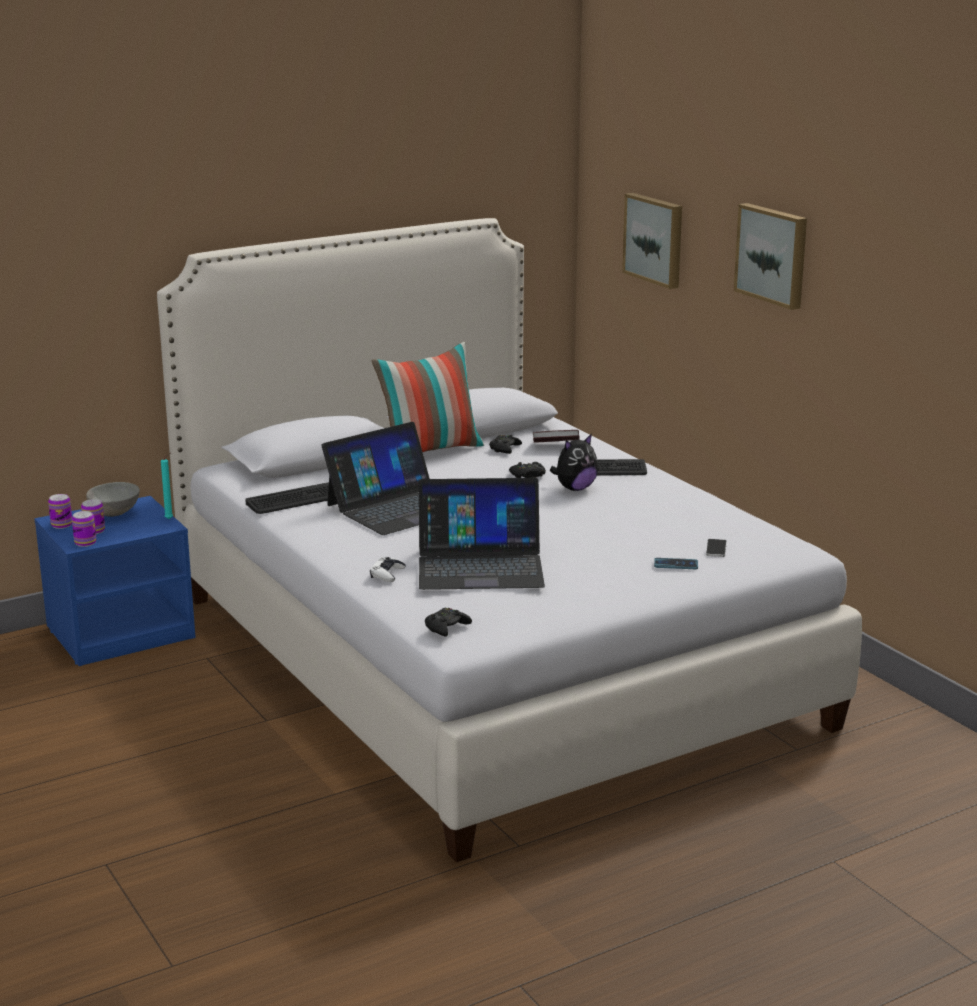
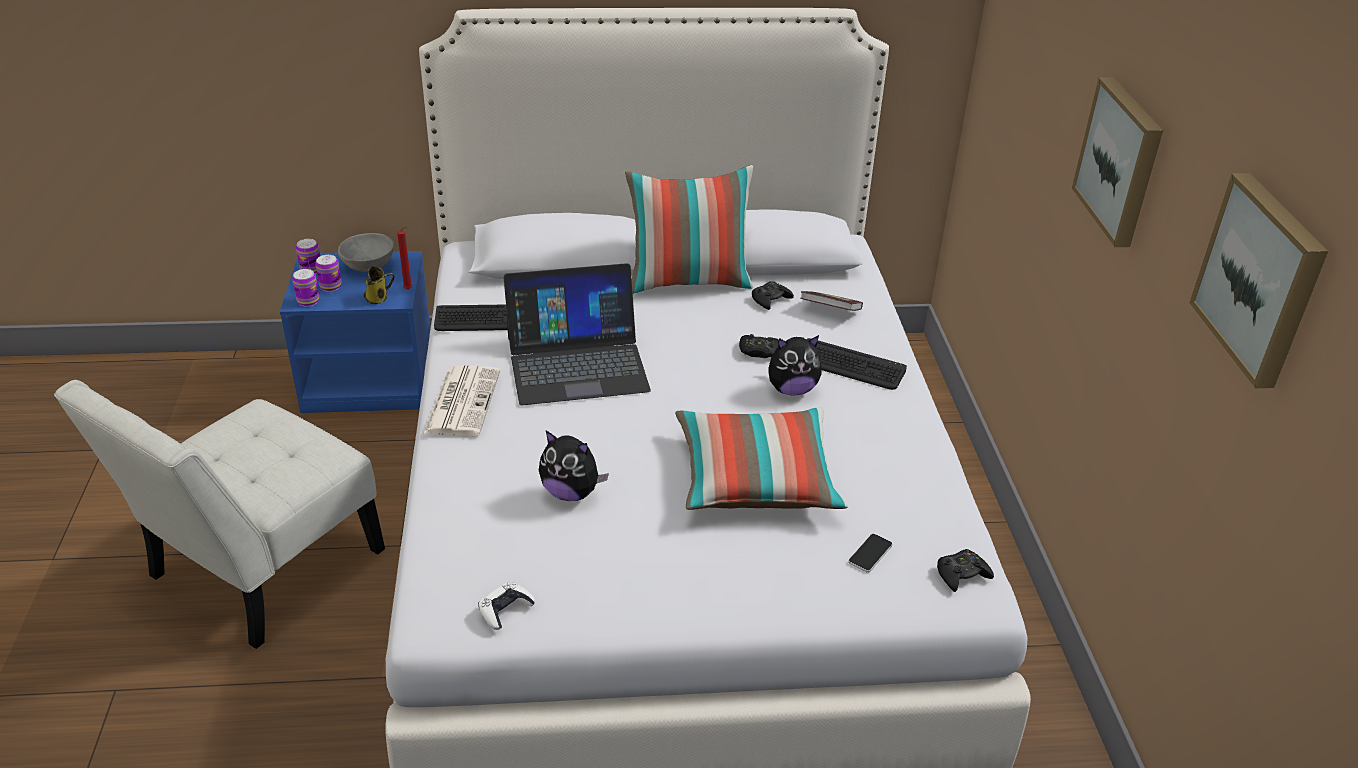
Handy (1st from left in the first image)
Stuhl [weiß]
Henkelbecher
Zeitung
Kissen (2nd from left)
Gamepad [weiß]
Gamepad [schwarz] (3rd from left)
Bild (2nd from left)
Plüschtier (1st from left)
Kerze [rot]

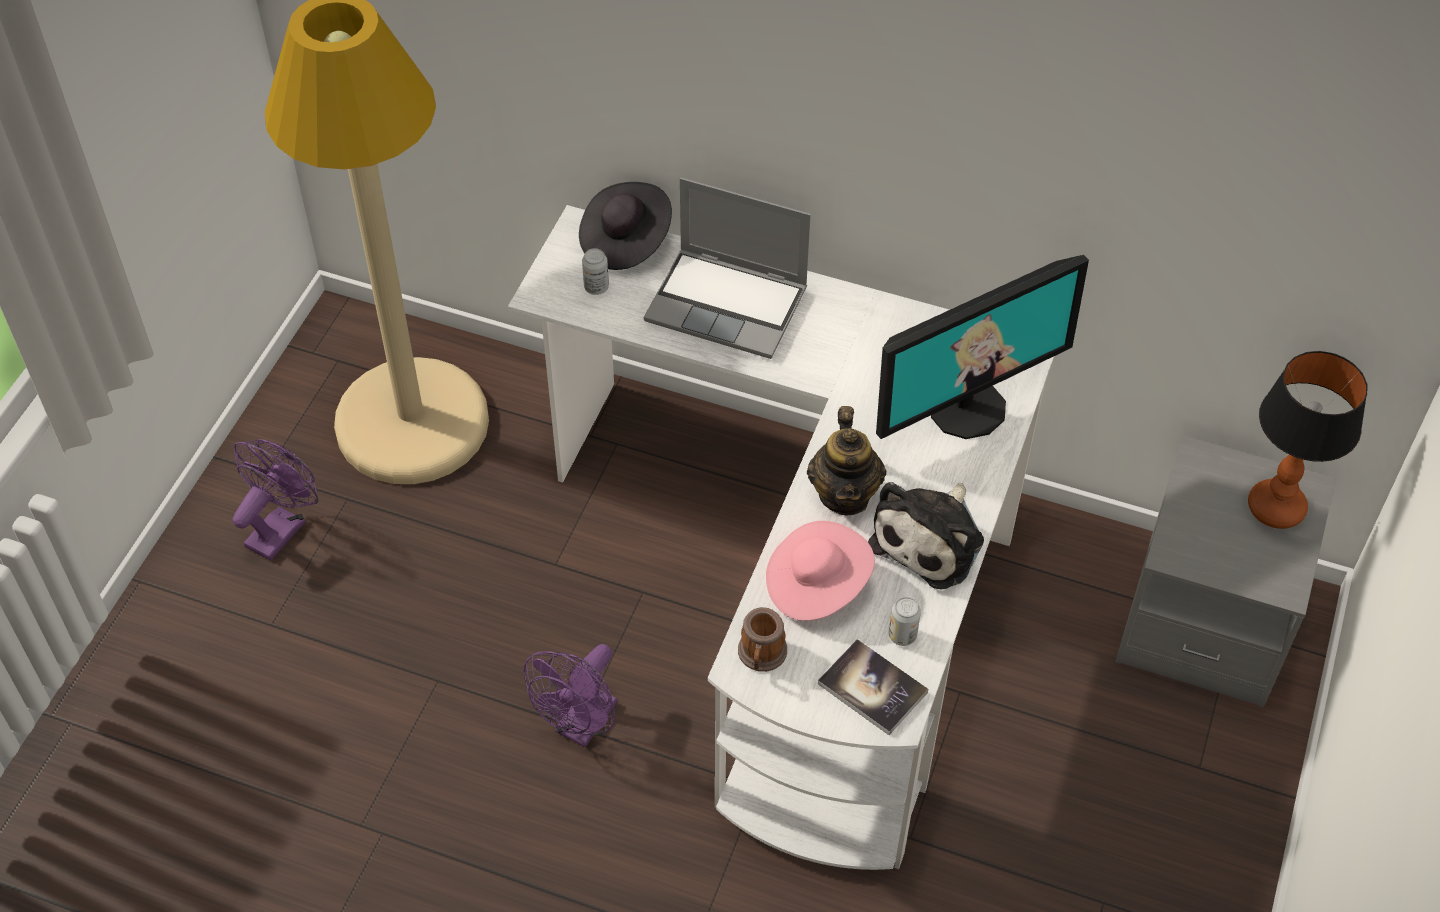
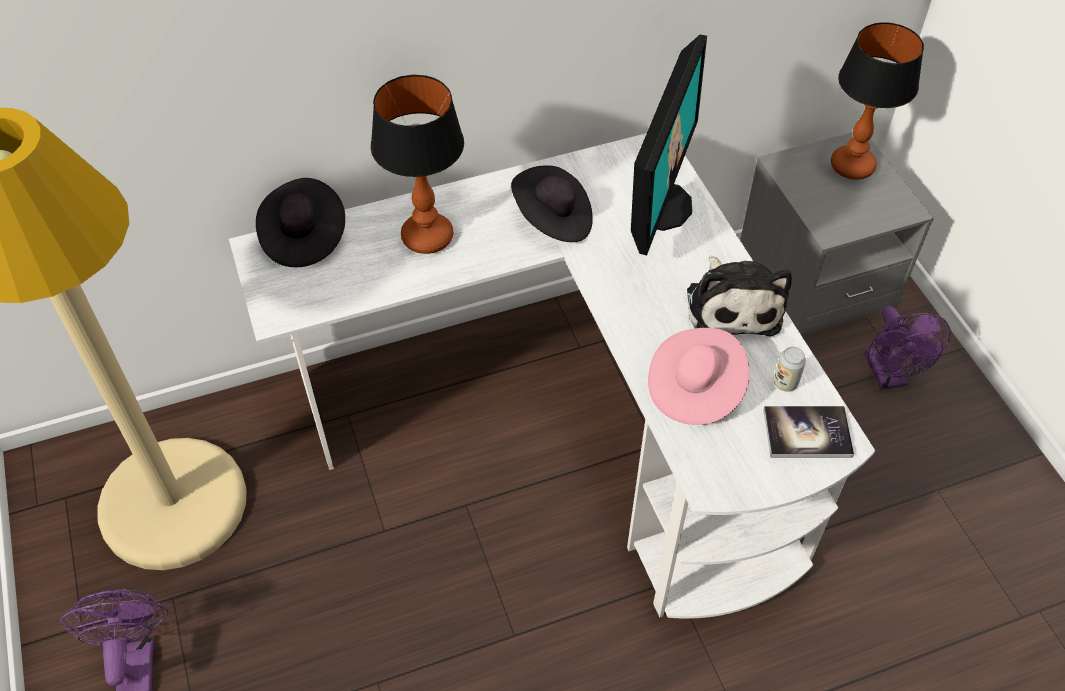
Dose (1st from left in the first image)
Henkelbecher
Teekanne
Hut [schwarz] (2nd from left)
Ventilator [lila] (2nd from left)
Tischlampe (1st from left)

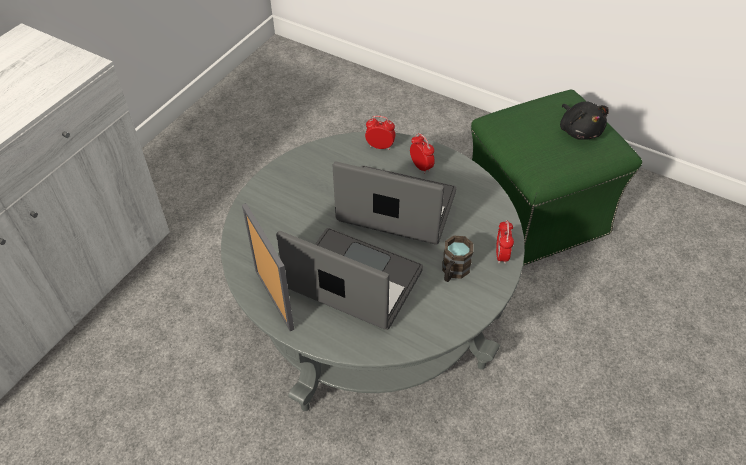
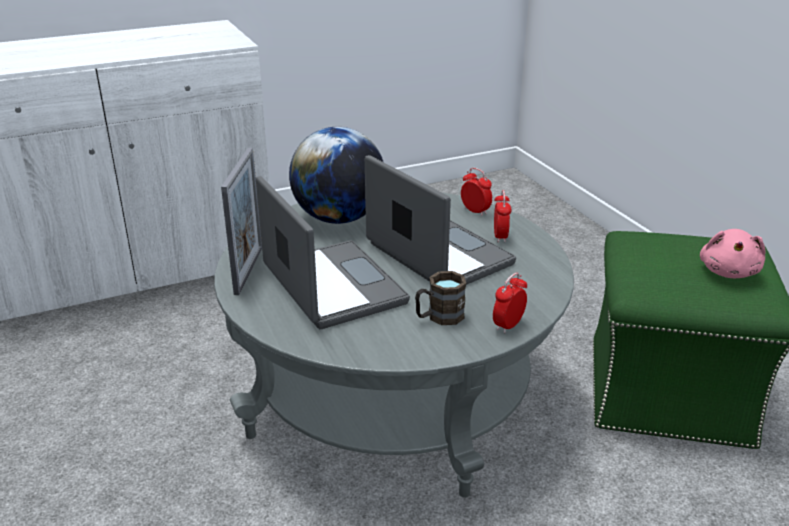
Globus
Plüschtier [rosa]

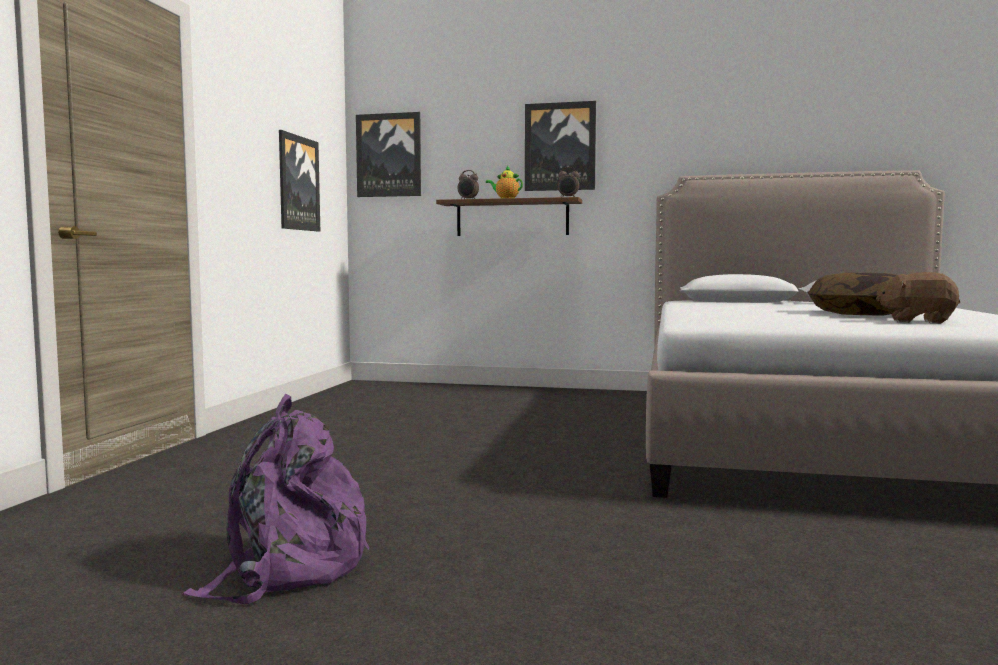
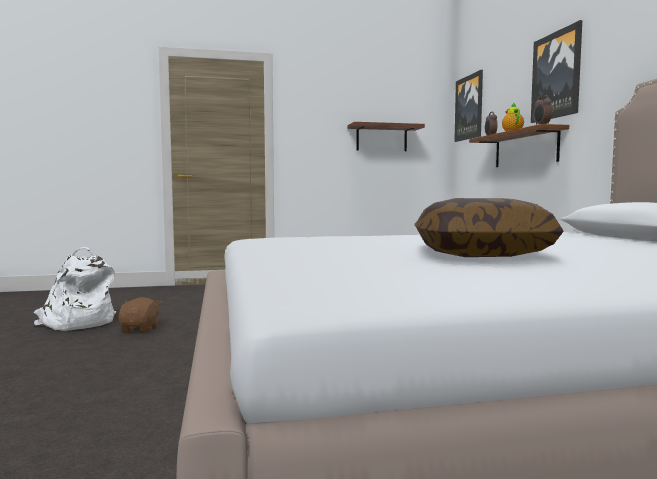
Plüschtier [braun]
Wandregal [braun] (1st from left)
Rucksack [weiß]

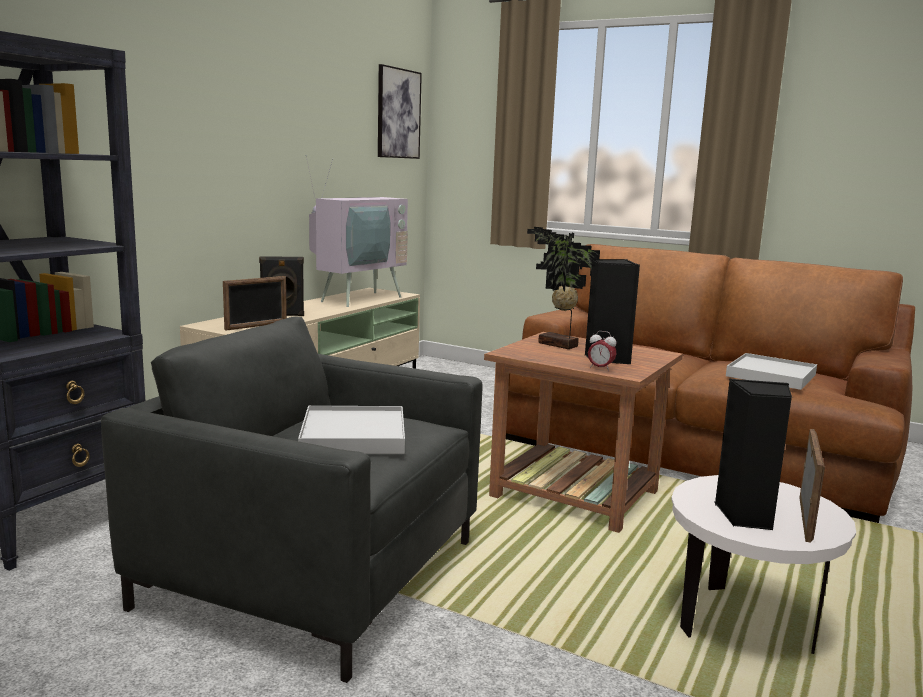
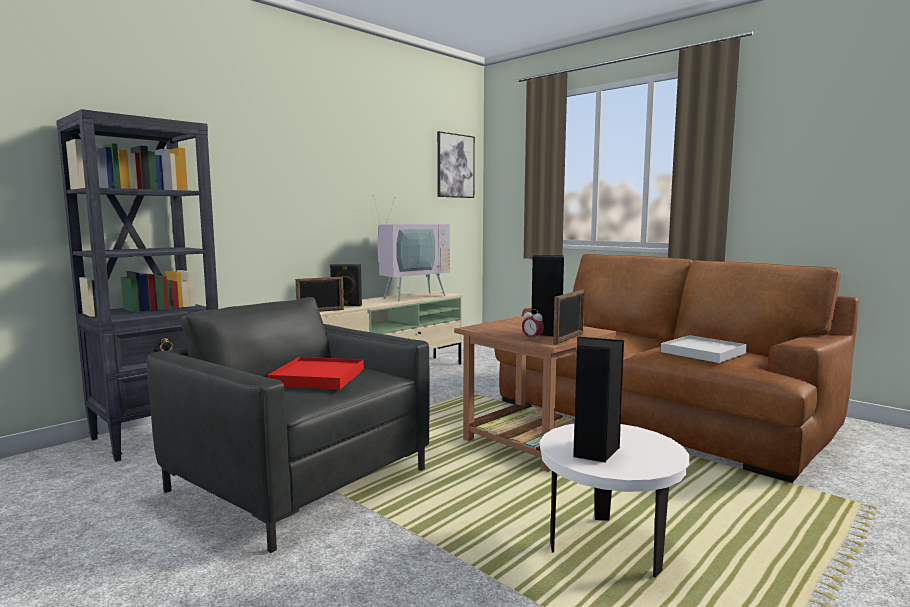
Topfpflanze
Bilderrahmen (2nd from left)
Tablett [rot]

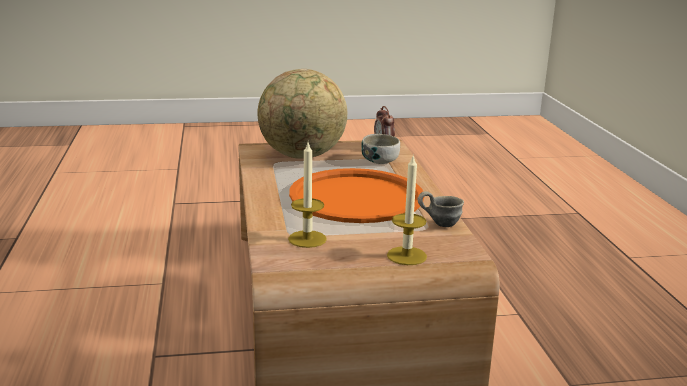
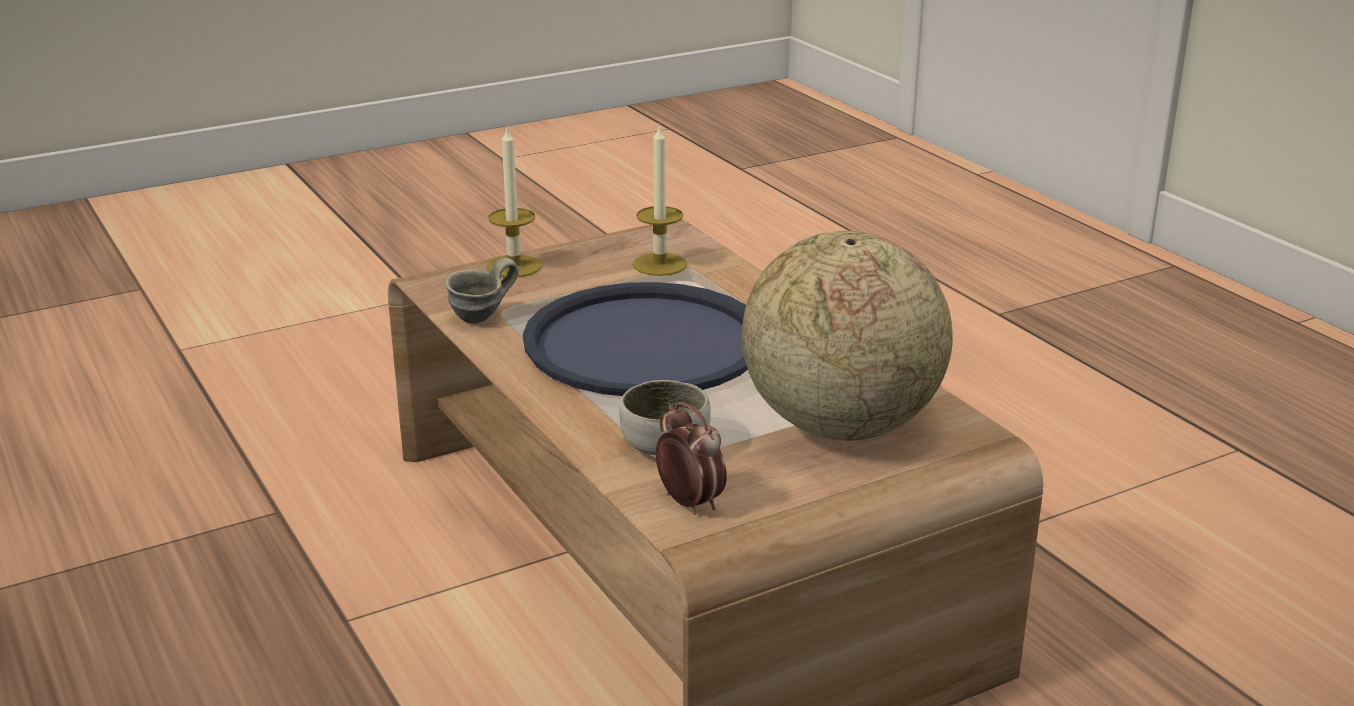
Tablett [blau]

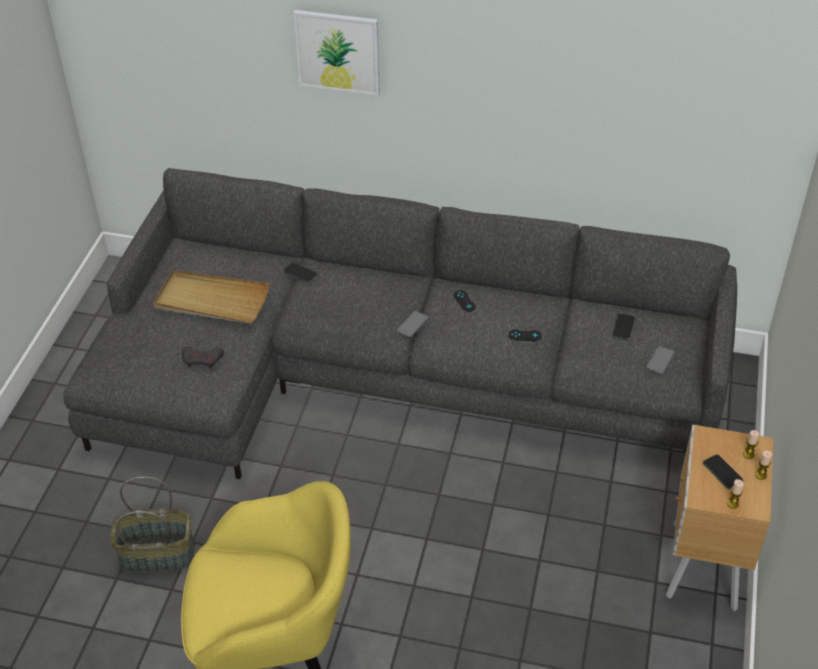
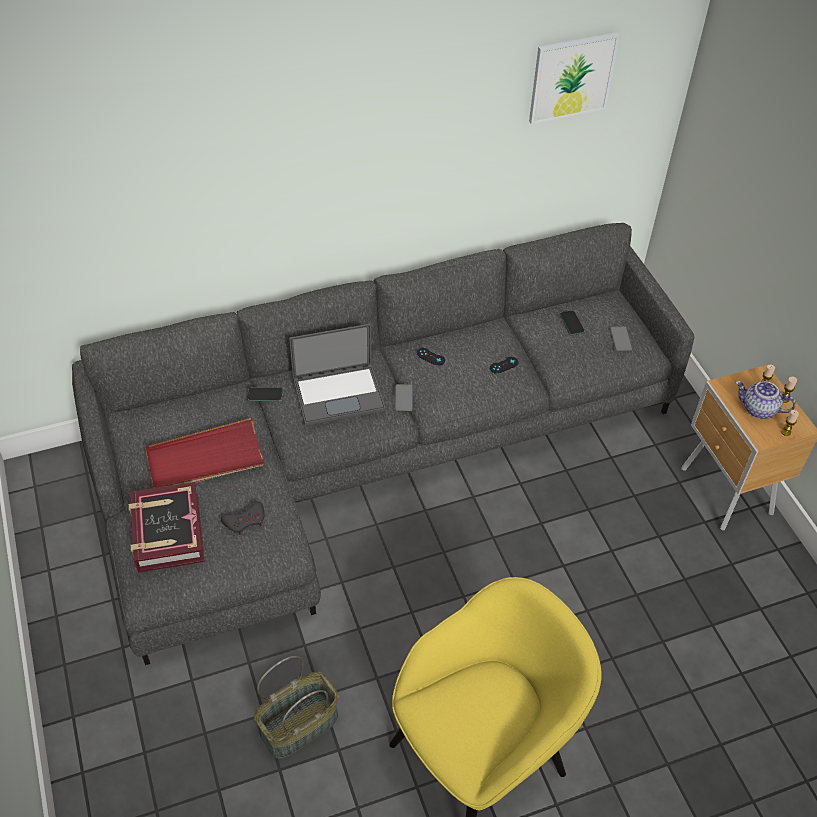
Buch
Laptop
Bild
Teekanne
Tablett [rot]

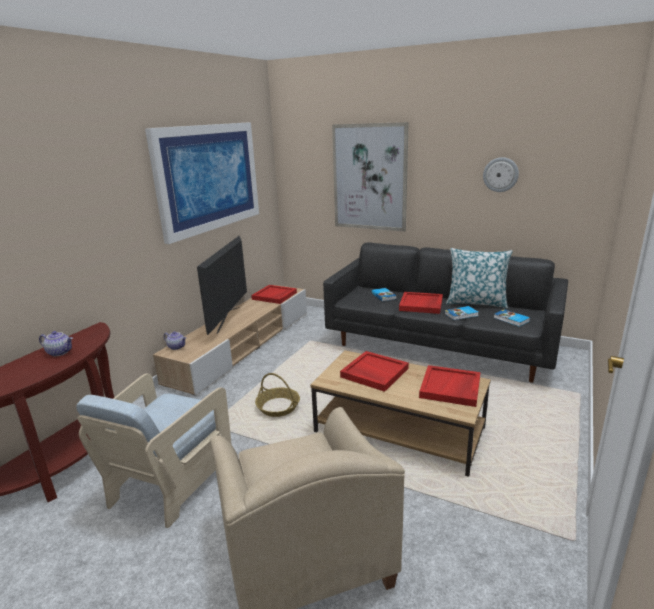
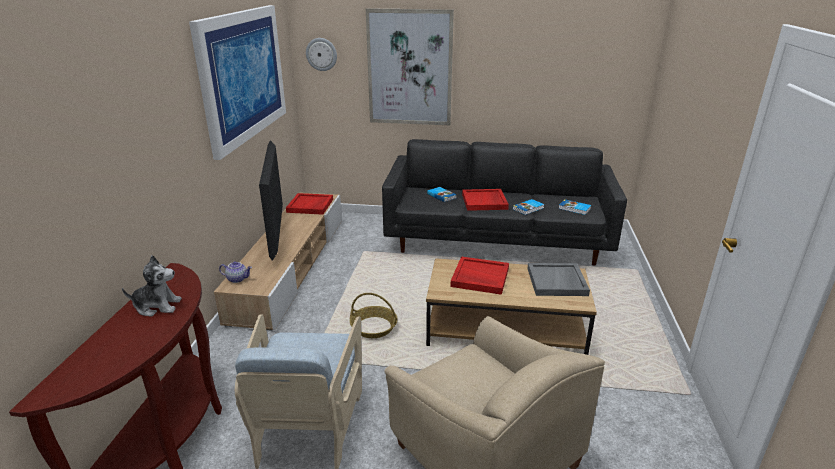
Kissen
Wanduhr
Plüschtier
Tablett [grau]

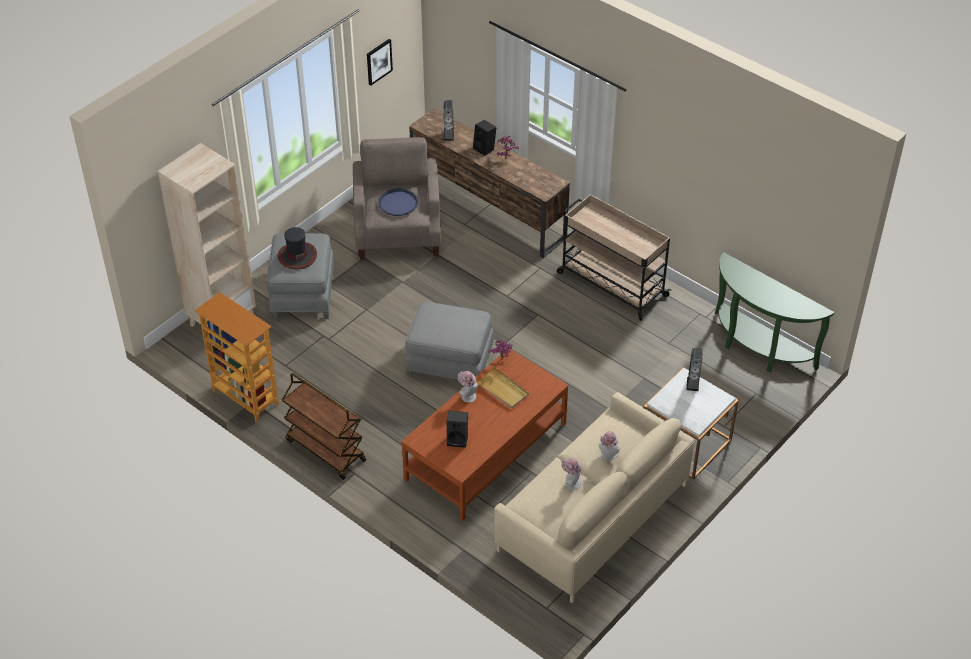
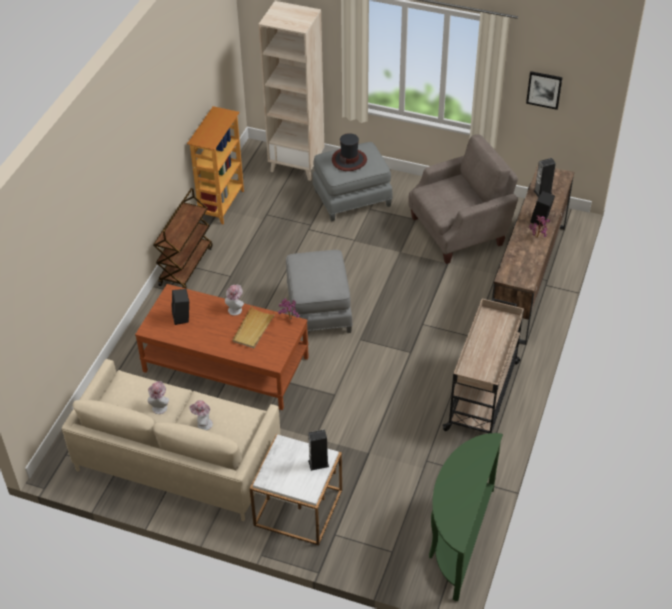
Tablett [blau]

